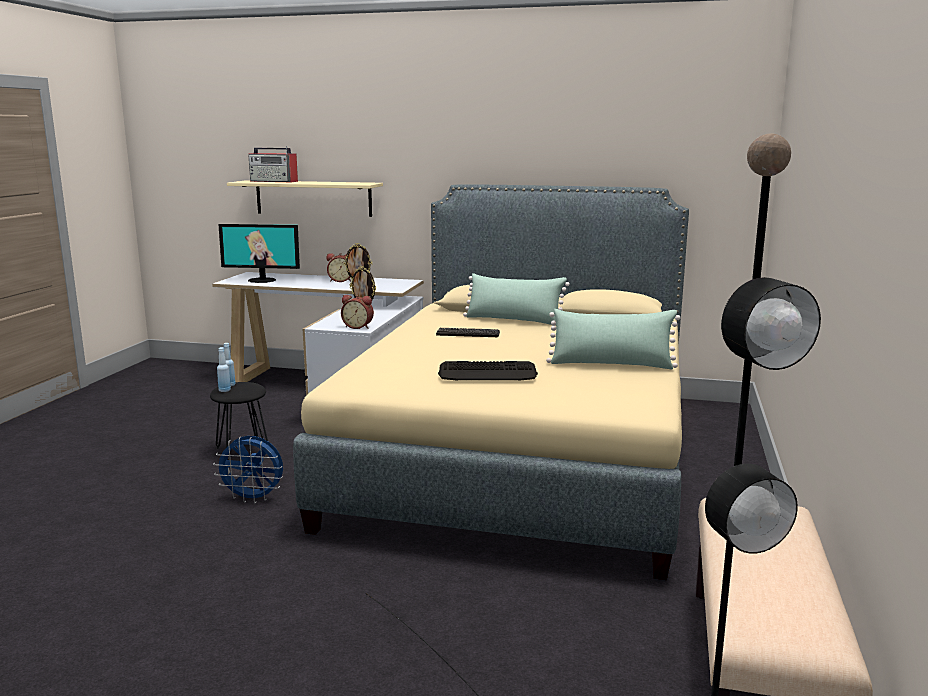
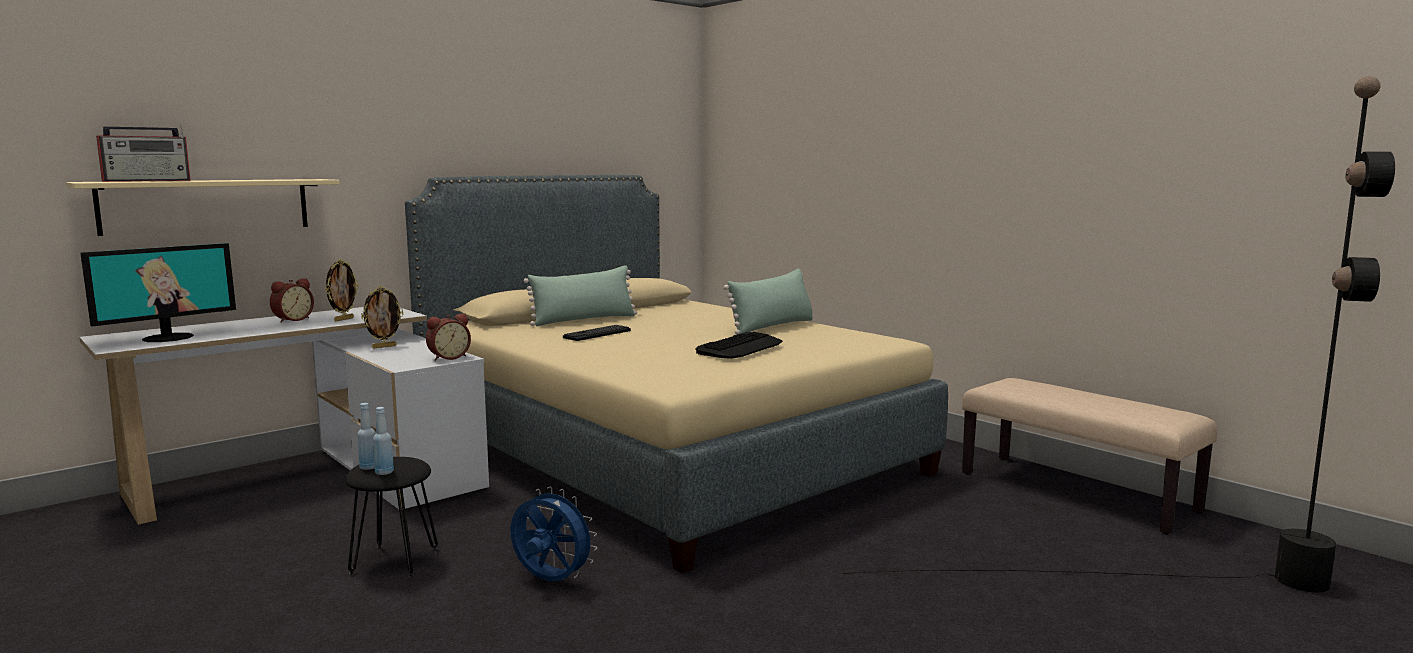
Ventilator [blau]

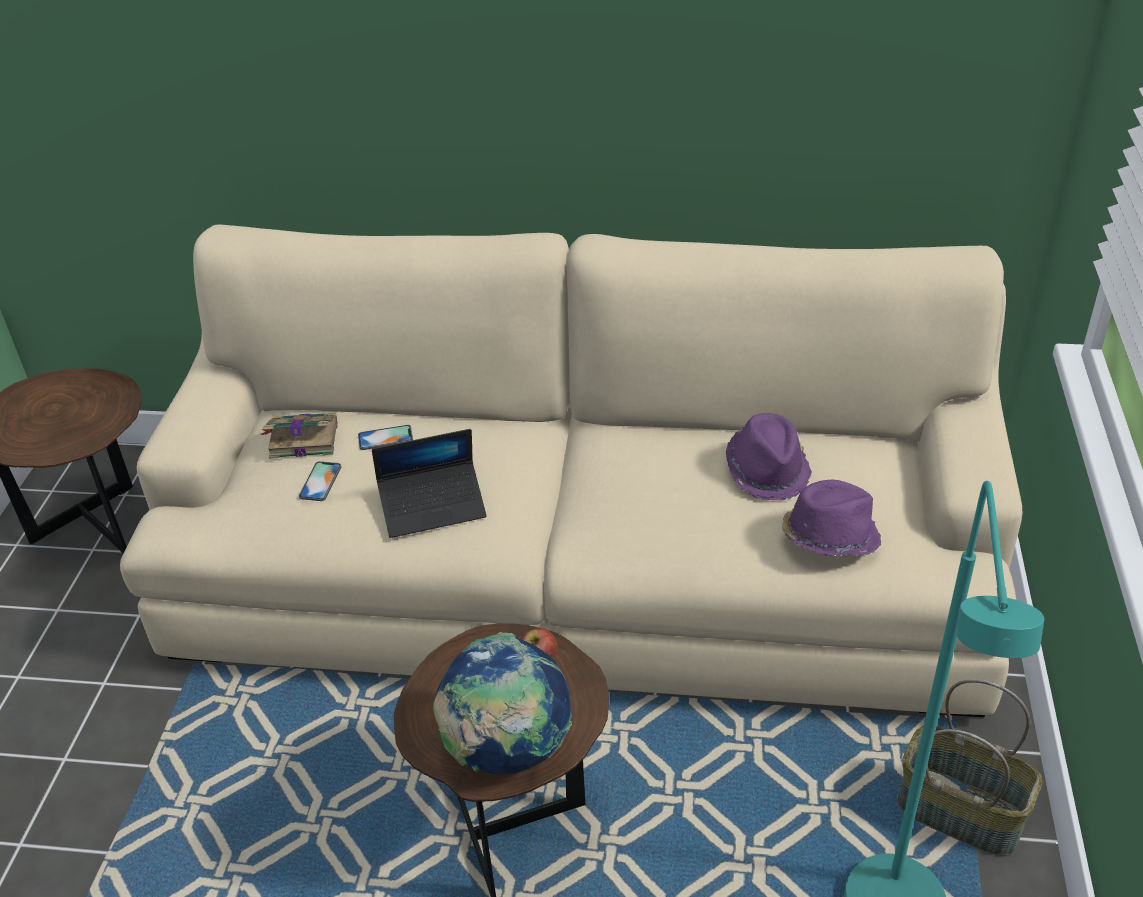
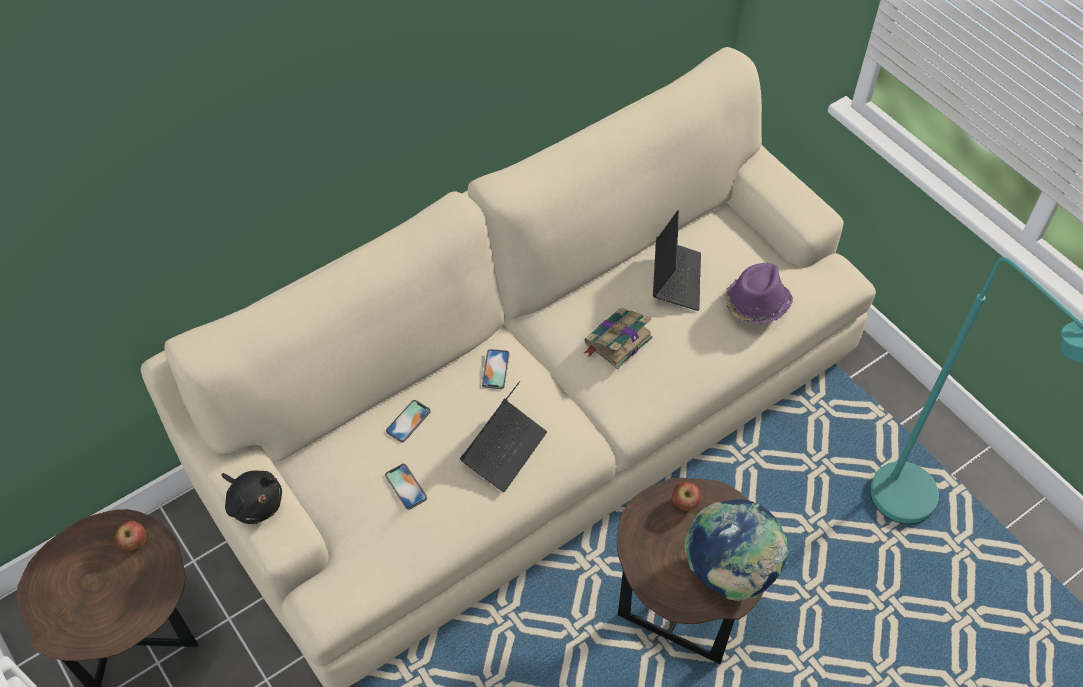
Korb
Apfel (1st from left)
Plüschtier [schwarz]
Handy (3rd from left)
Buch
Laptop (2nd from left)

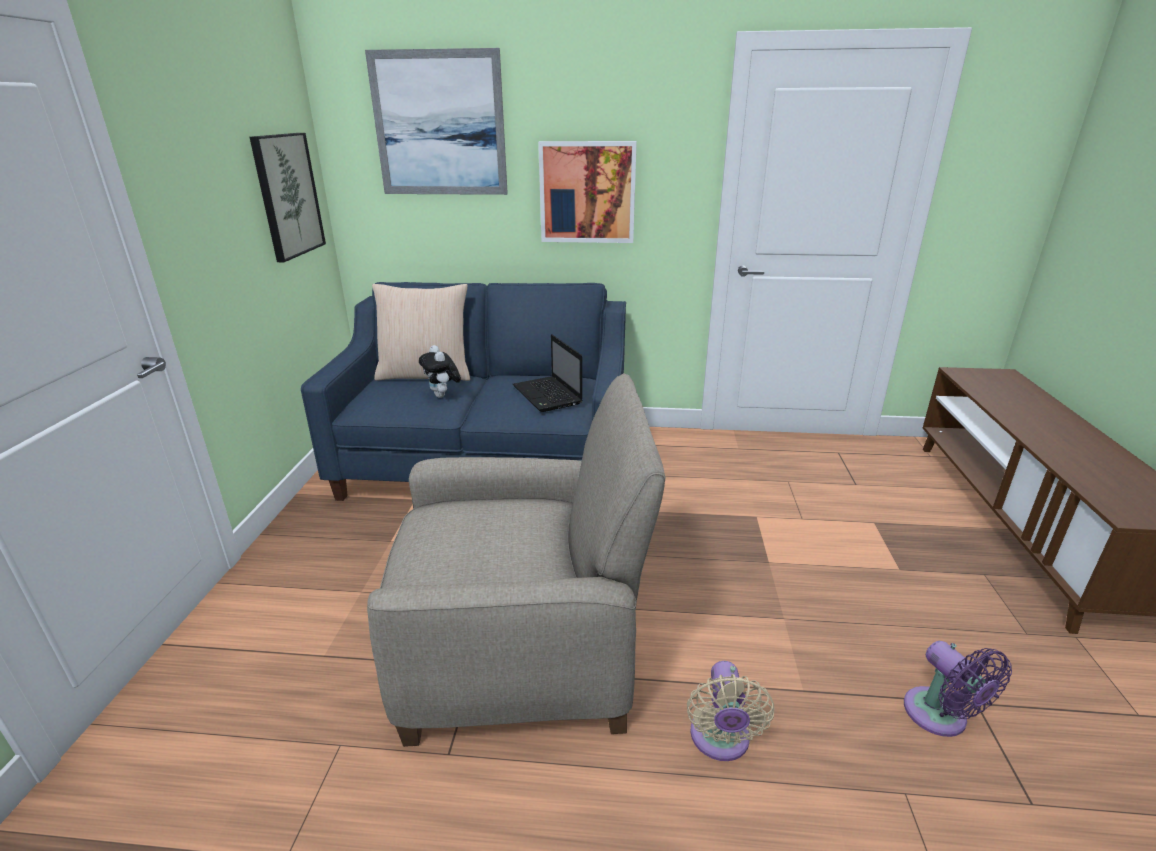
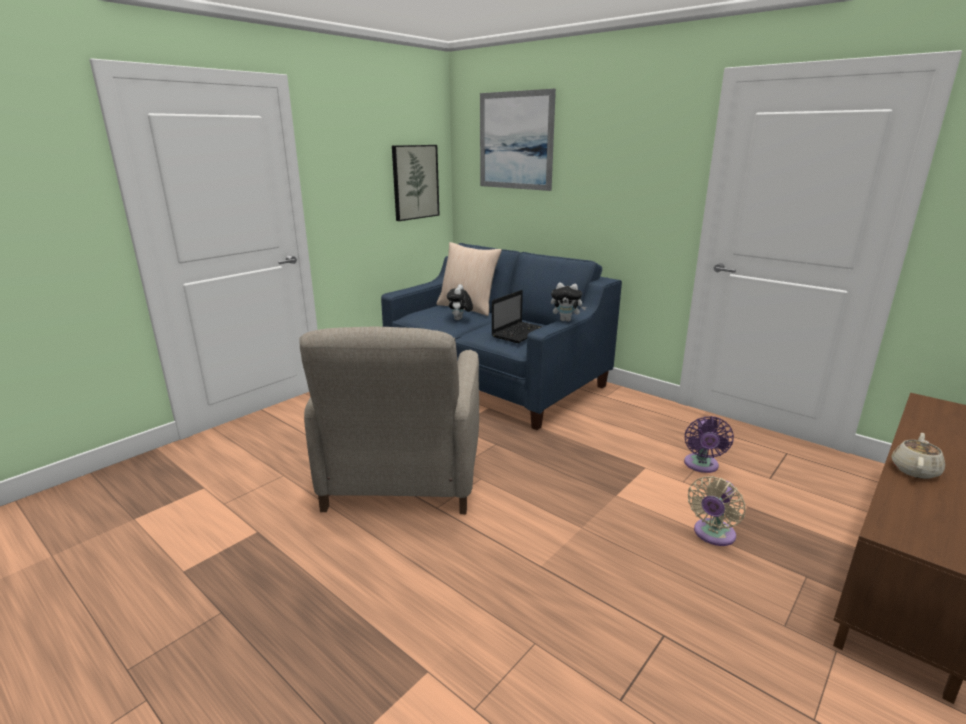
Bild (3rd from left in the first image)
Plüschtier (2nd from left)
Teekanne [beige]
Ventilator [beige]
Ventilator [lila]
Sessel [beige]
Laptop

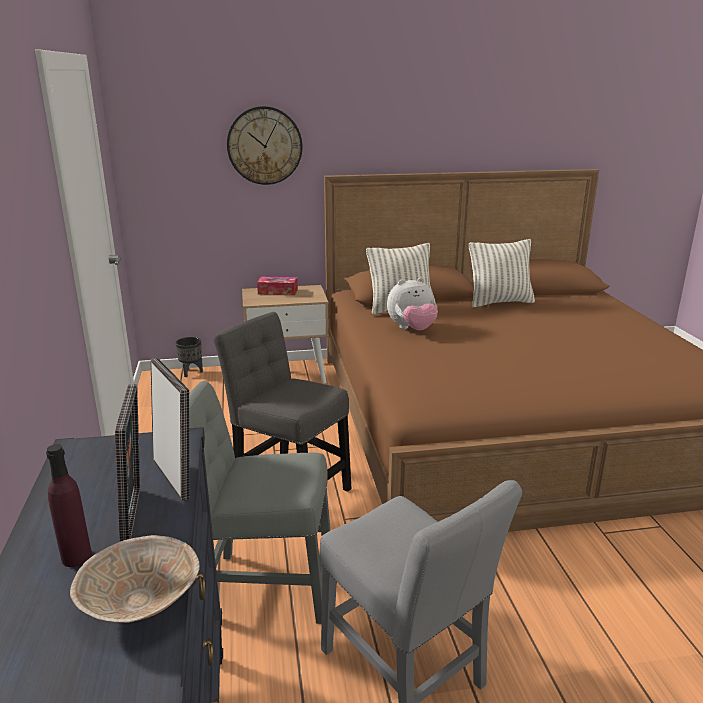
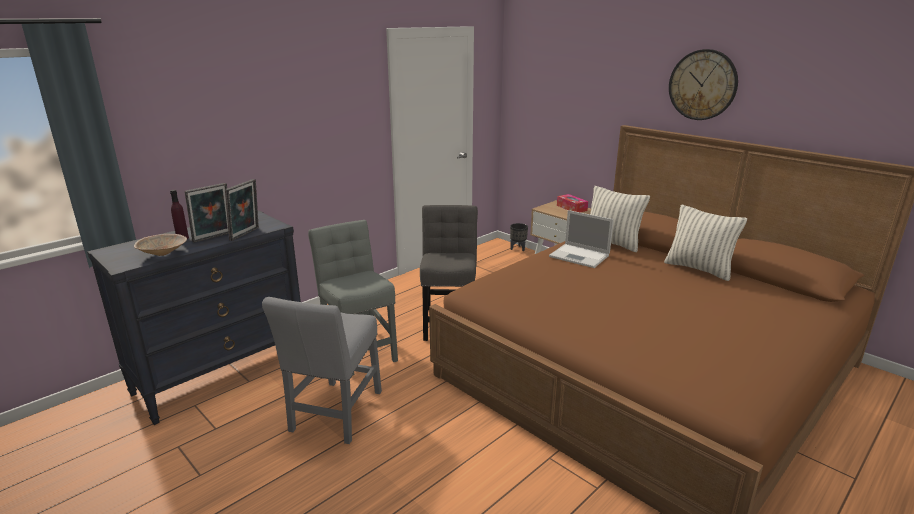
Wanduhr
Laptop

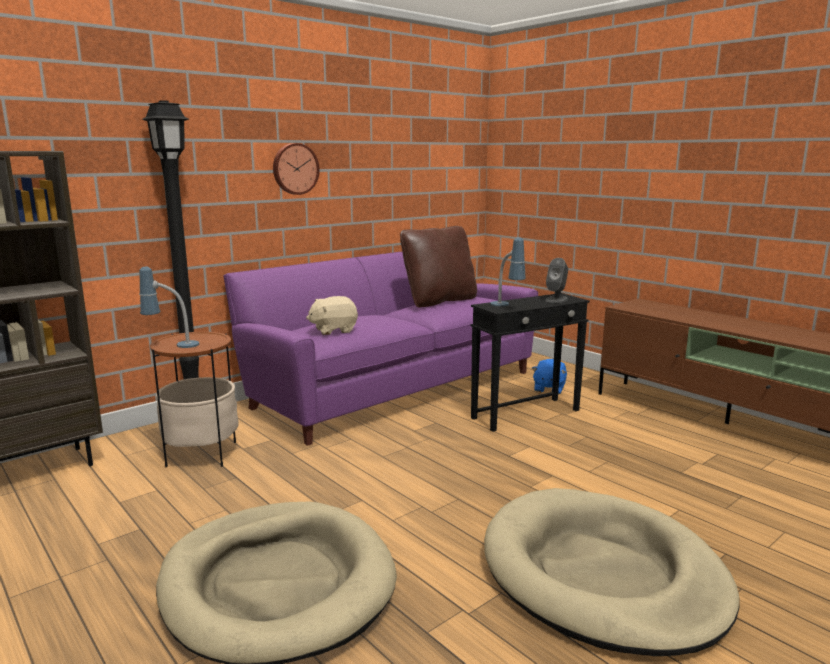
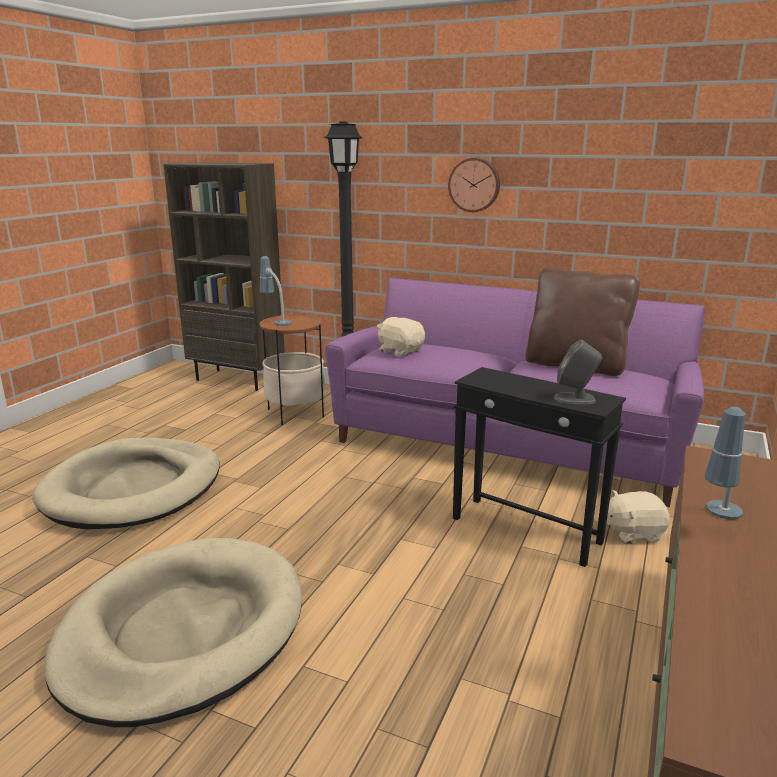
Tischlampe (2nd from left)
Plüschtier [beige] (2nd from left)

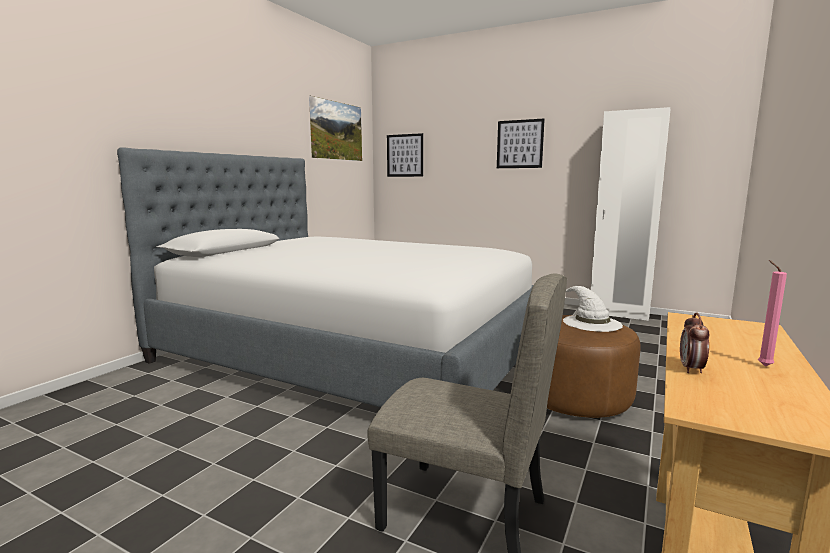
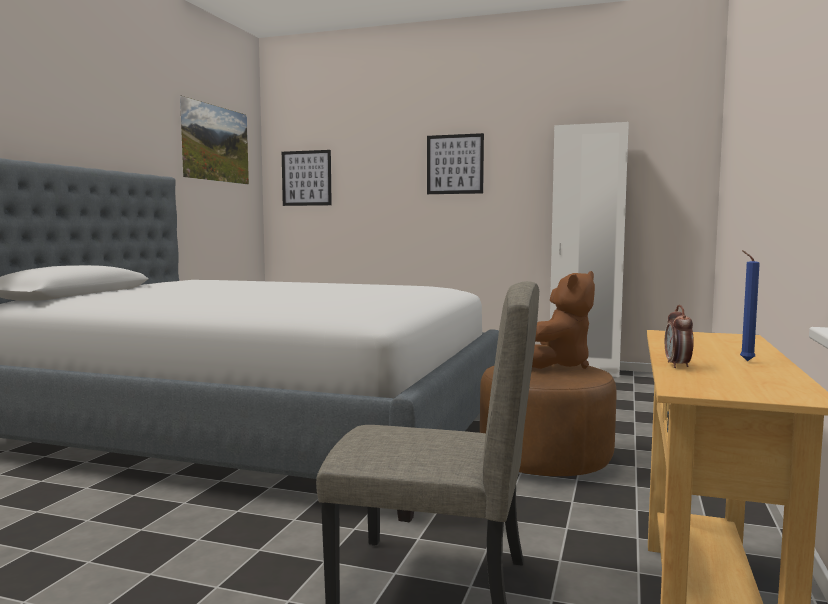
Plüschtier [braun]
Kerze [blau]

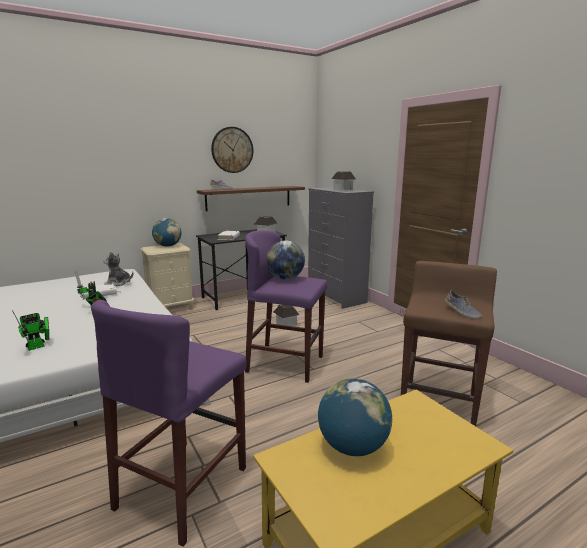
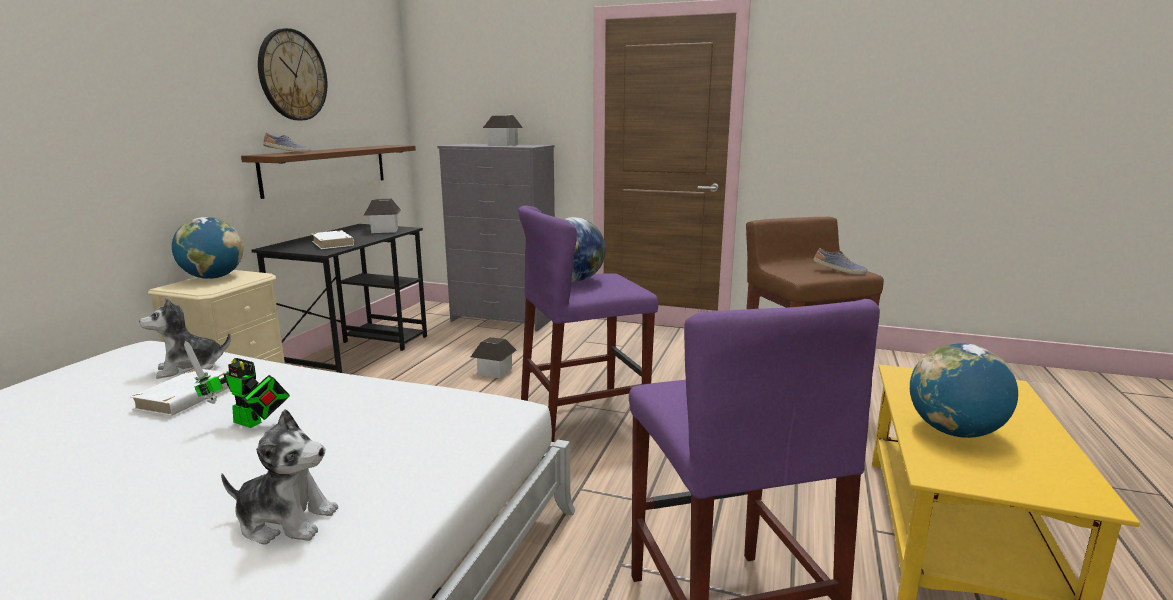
Plüschtier (2nd from left)

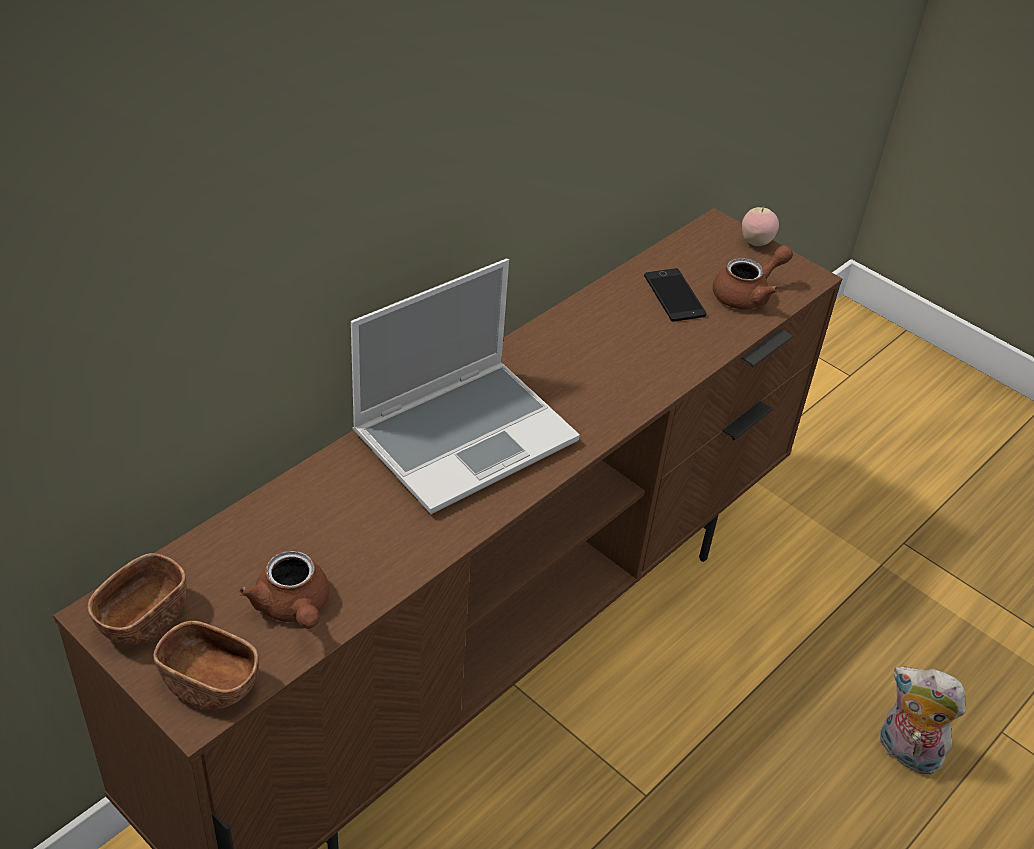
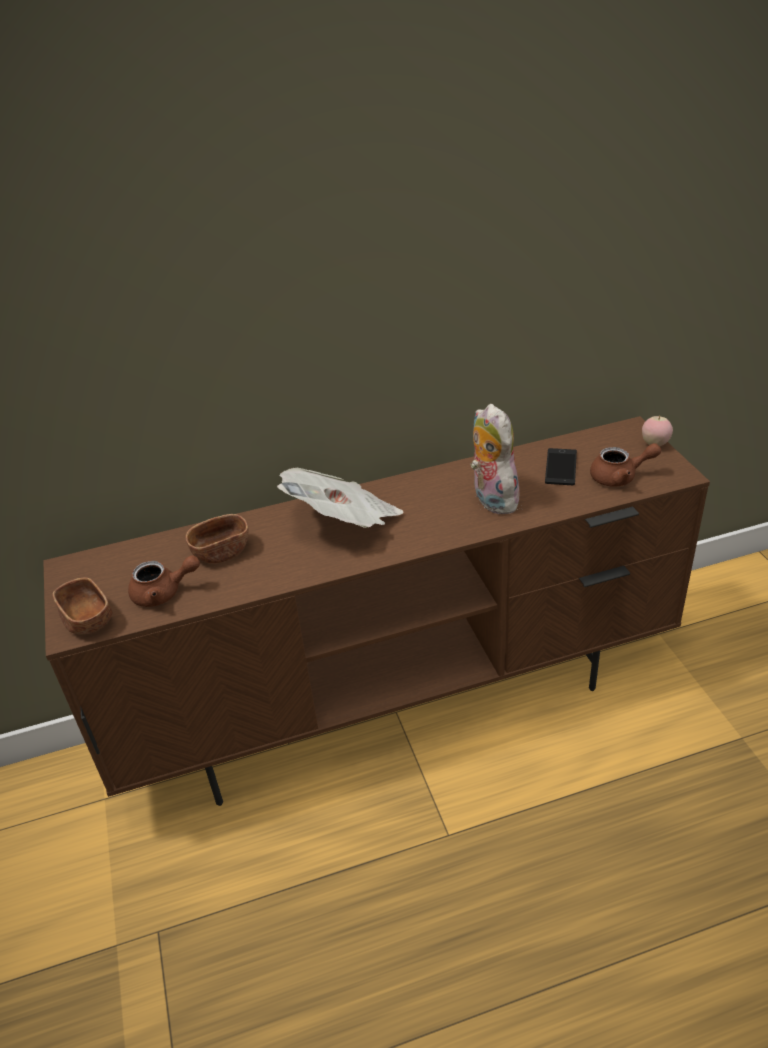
Schüssel [braun] (2nd from left)
Plüschtier
Zeitung
Teekanne [braun] (1st from left)

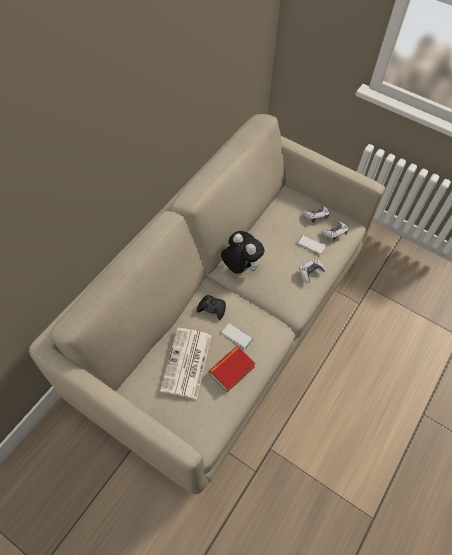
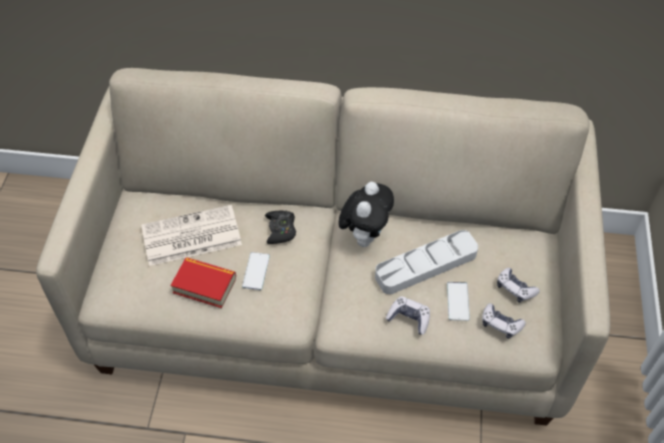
Tablett [grau]

